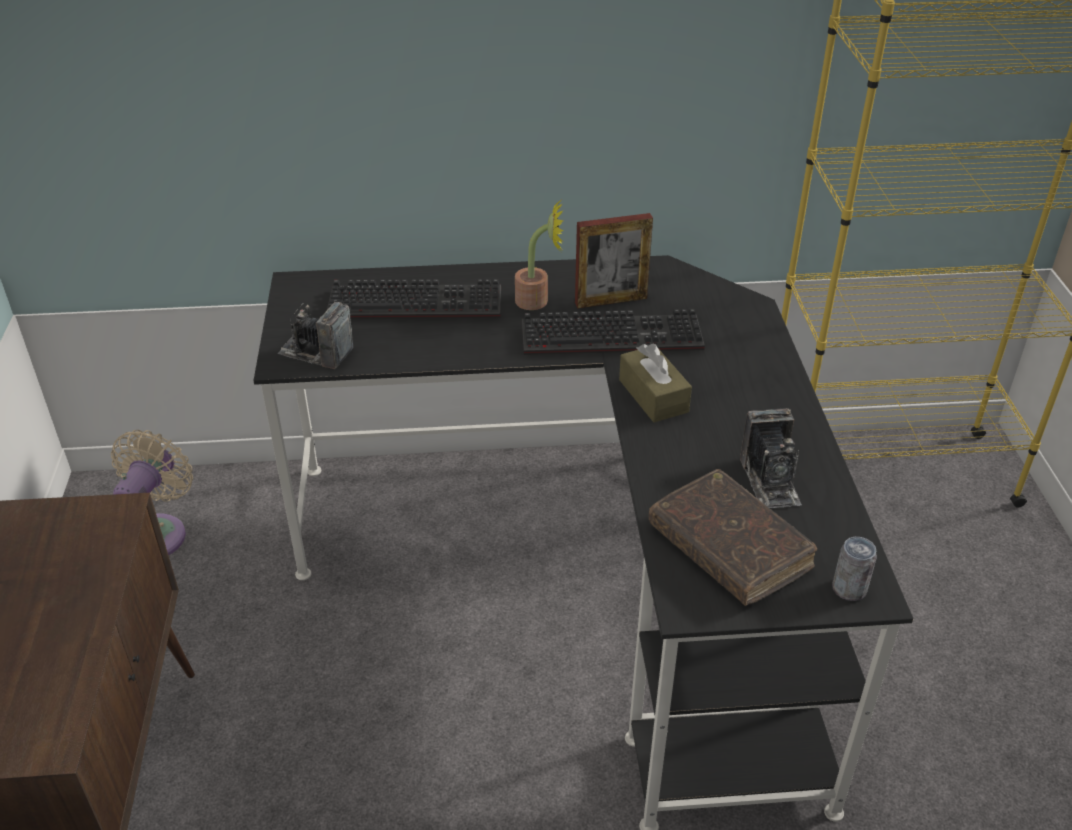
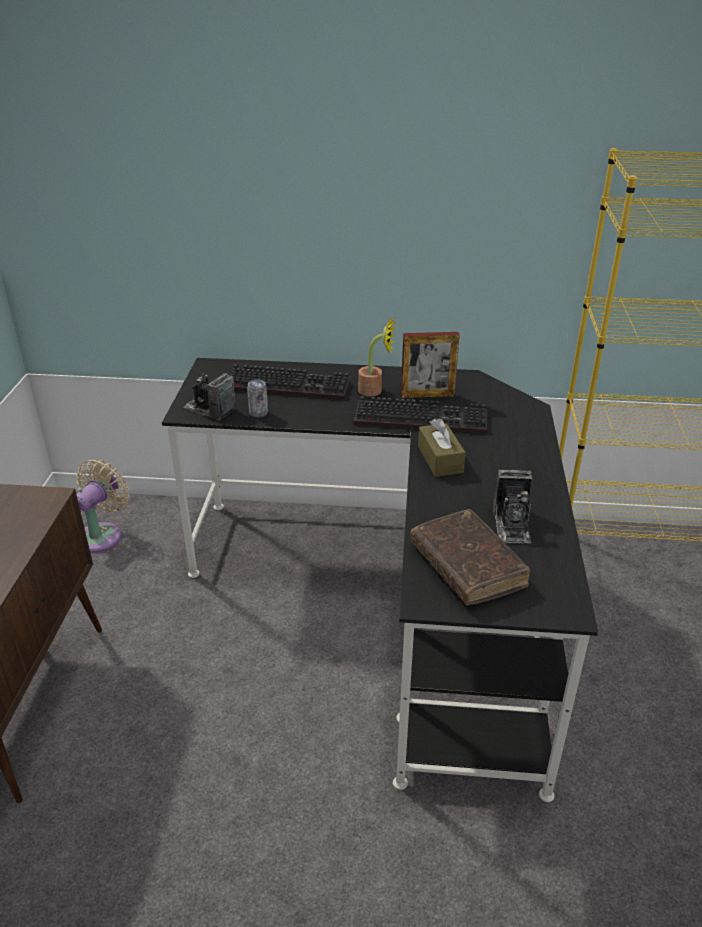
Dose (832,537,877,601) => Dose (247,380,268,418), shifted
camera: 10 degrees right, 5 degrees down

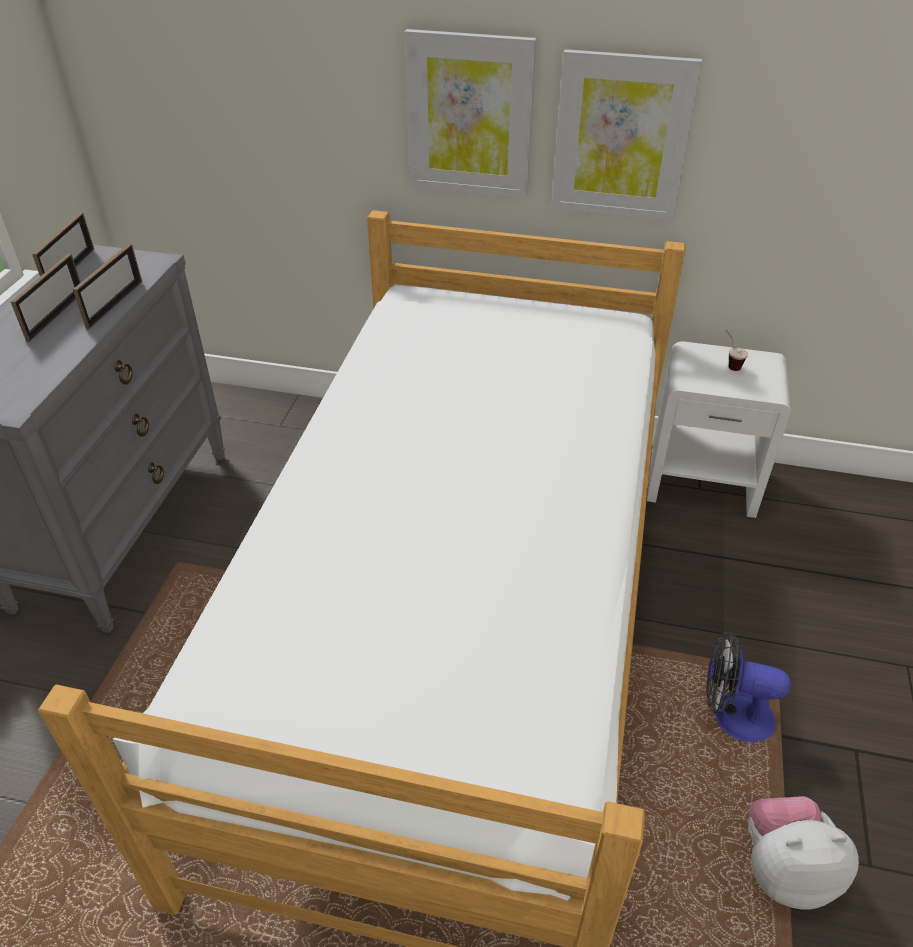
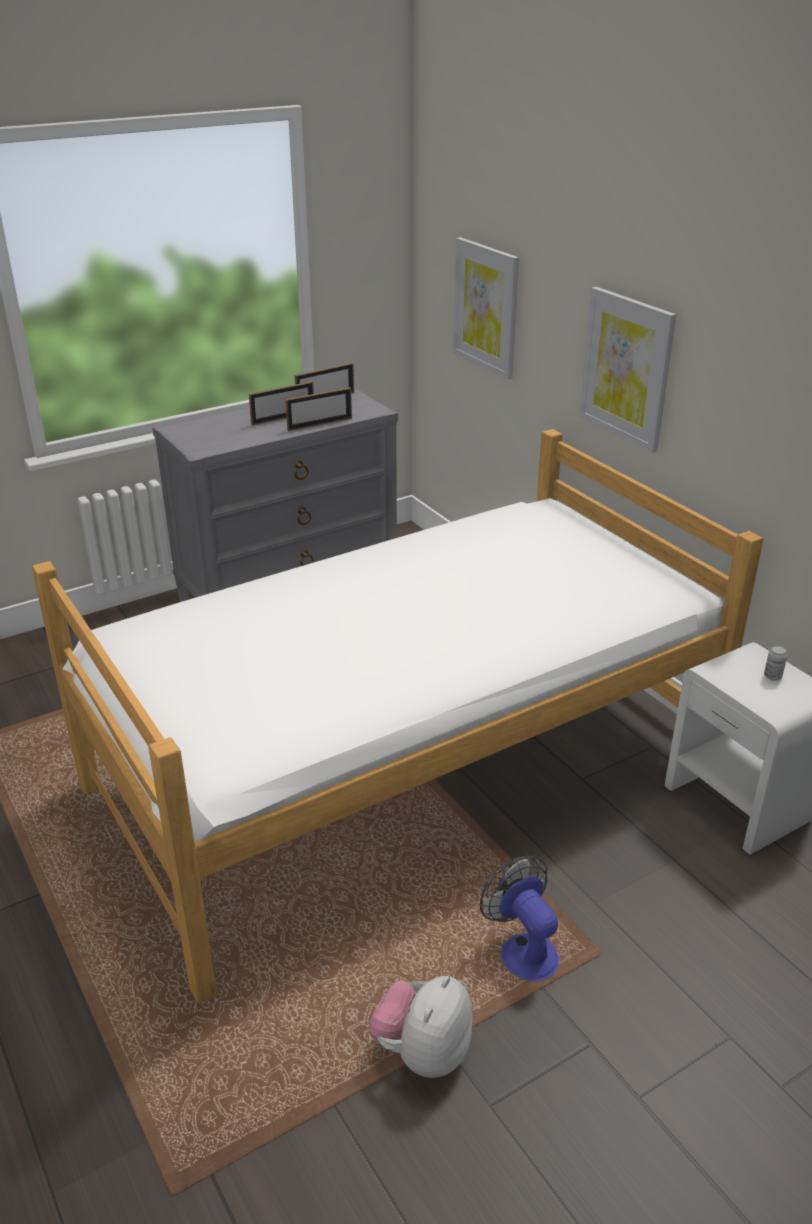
Bild (551,49,702,221) => Bild (453,237,519,380), shifted
Tasse (726,330,748,371) => Dose (764,646,787,681)
Plüschtier (748,796,859,910) => Plüschtier (368,976,472,1078), 105 degrees counterclockwise
camera: 45 degrees right, 10 degrees down

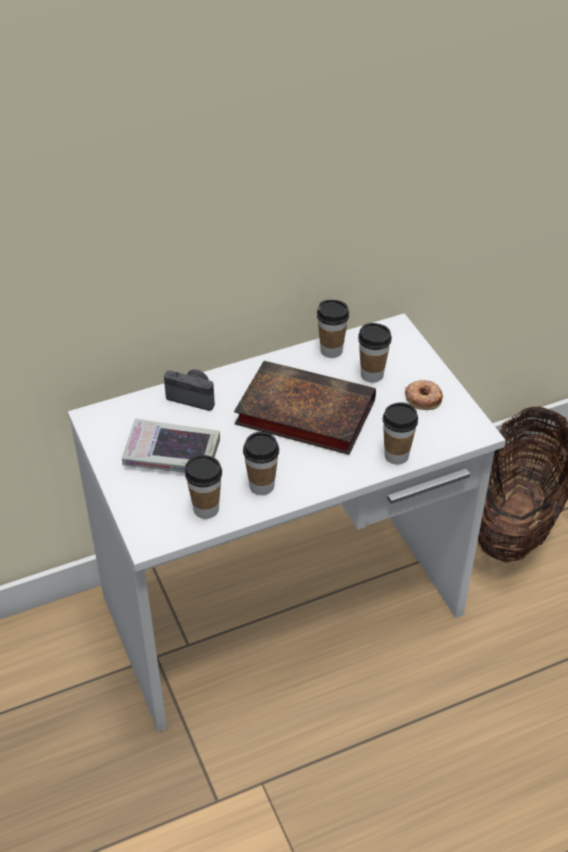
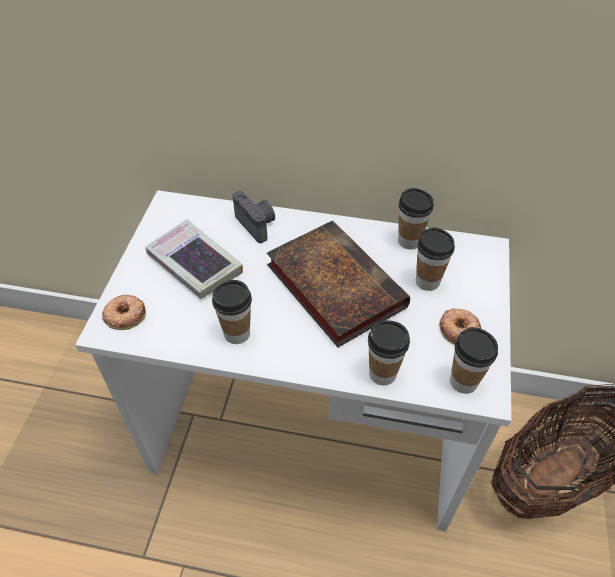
Tasse (185,455,222,519) => Tasse (450,327,498,394), shifted
nothing => Donut (102,295,146,330)
camera: 35 degrees right, 5 degrees up

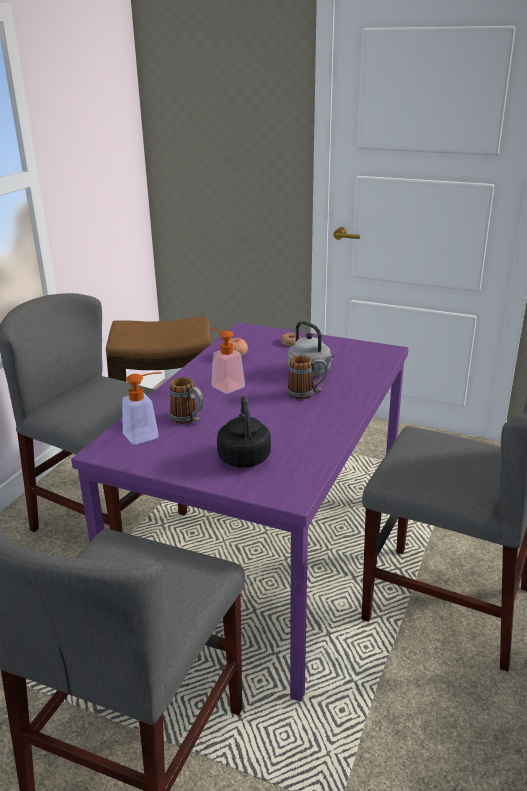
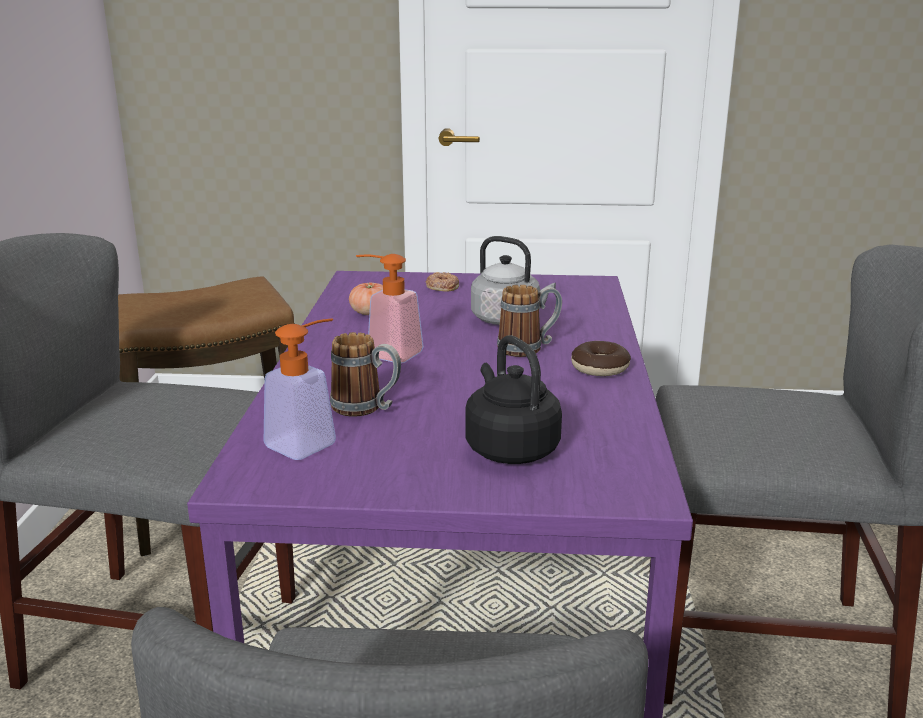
nothing => Donut (571,341,631,376)
camera: 20 degrees left, 5 degrees down

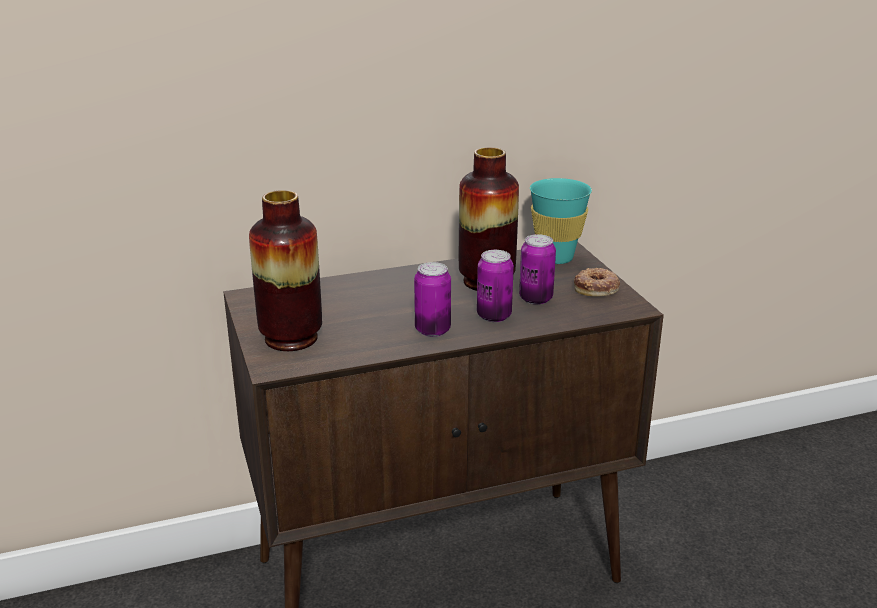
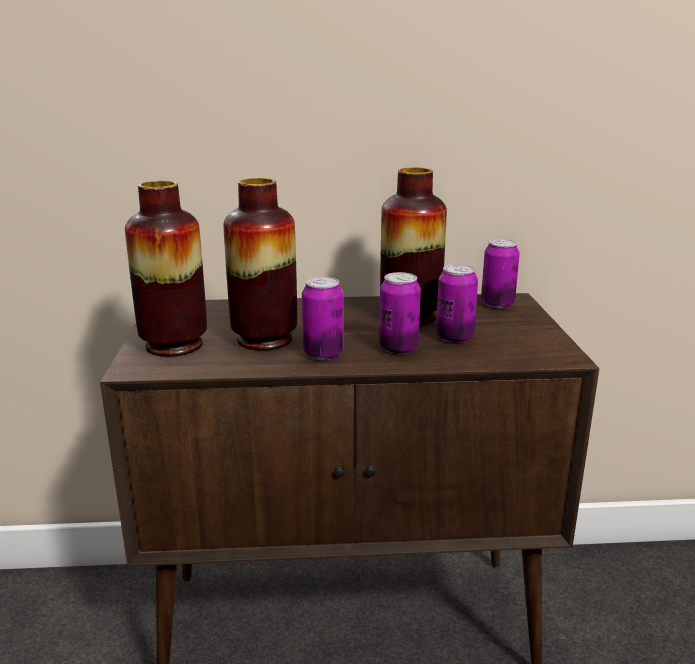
Tasse [türkis] (530,178,592,264) => Dose (481,239,520,309)
Donut (574,268,620,297) => nothing
nothing => Vase (223,178,297,351)
camera: 15 degrees right, 5 degrees down

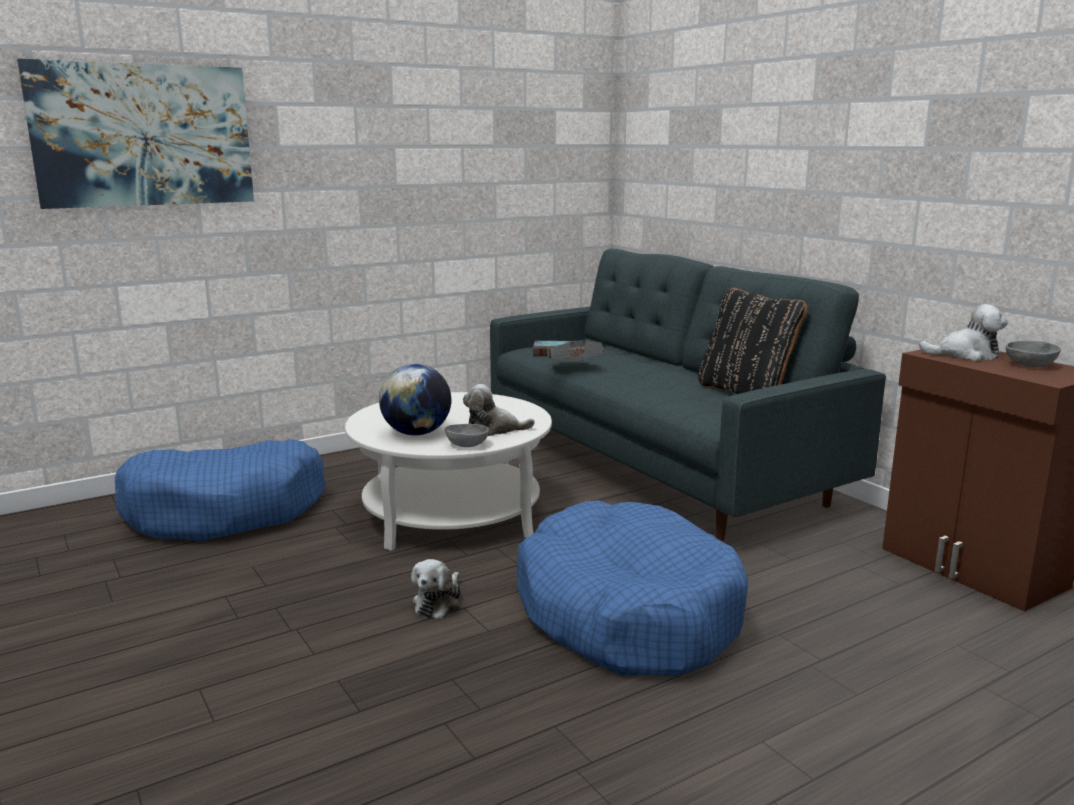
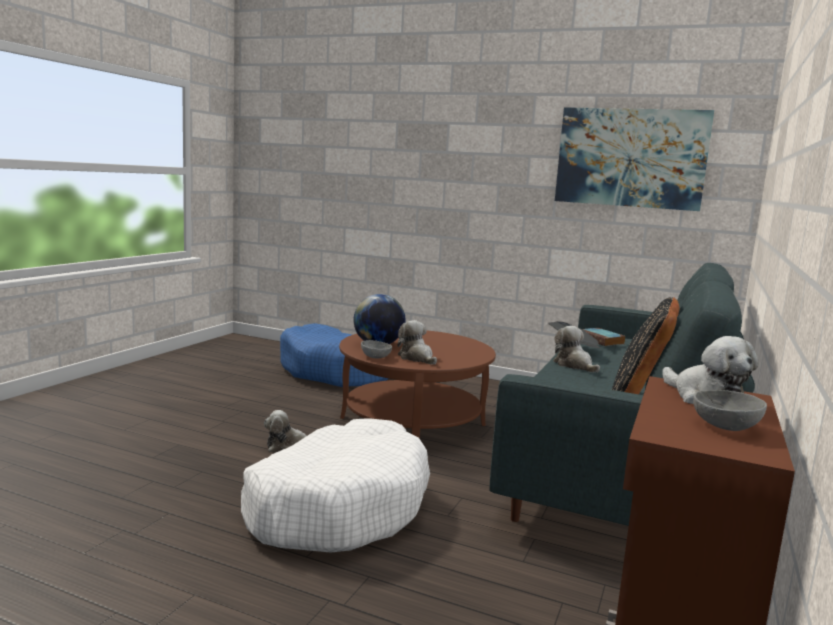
Bild (17,59,254,209) => Bild (555,107,714,211), shifted
Couchtisch [weiß] (345,392,552,551) => Couchtisch [braun] (339,330,496,439)
Hundebett [blau] (517,501,748,676) => Hundebett [weiß] (241,418,430,553)
nothing => Plüschtier (553,326,600,373)
camera: 55 degrees right, 5 degrees down

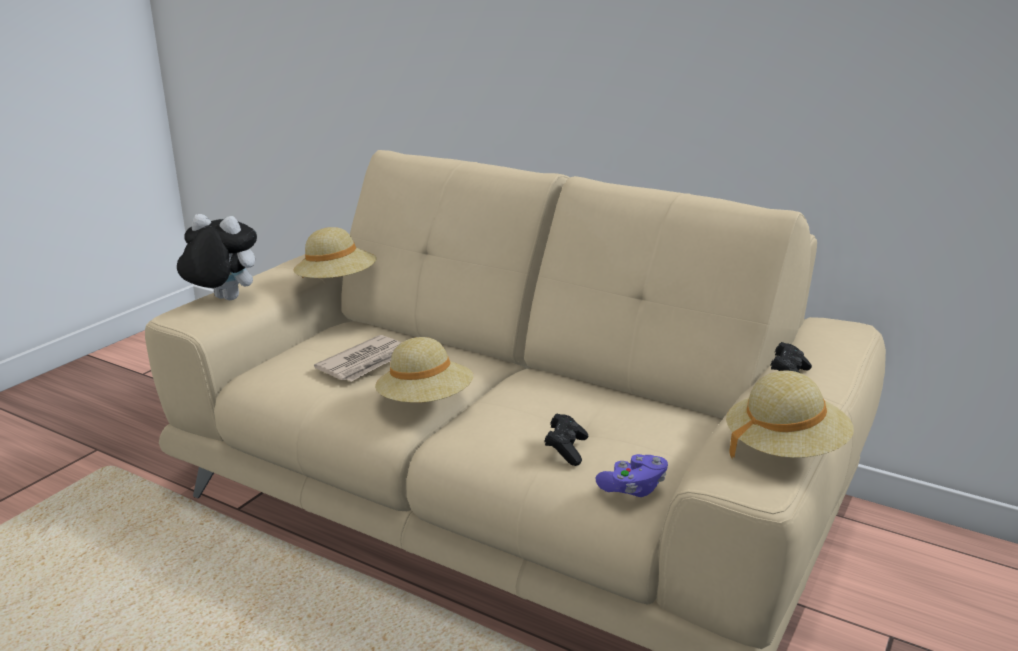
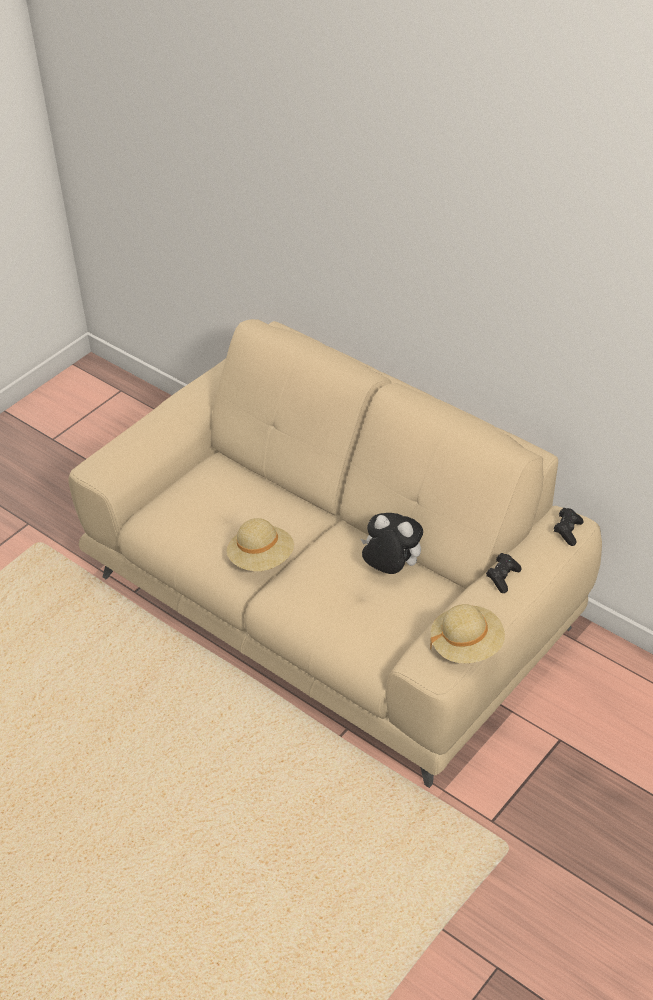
Plüschtier (177,214,257,300) => Plüschtier (361,513,423,574), shifted
Hut [beige] (293,227,377,278) => nothing
Zeitung (314,335,401,382) => nothing
Gamepad [schwarz] (544,413,588,466) => Gamepad [schwarz] (553,508,584,546), shifted
Gamepad [lila] (595,454,668,497) => nothing
camera: 10 degrees right, 20 degrees up

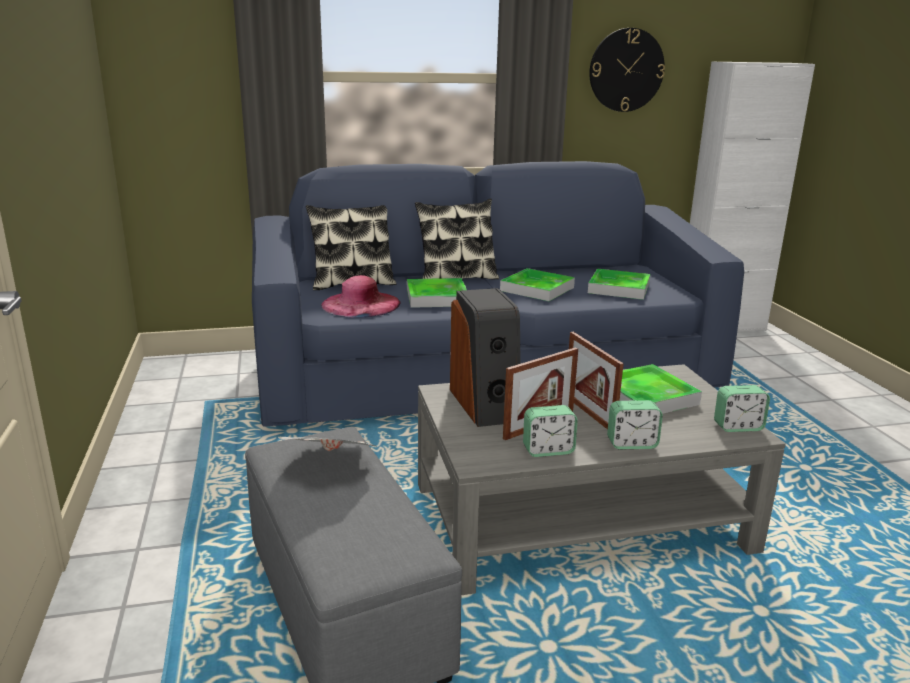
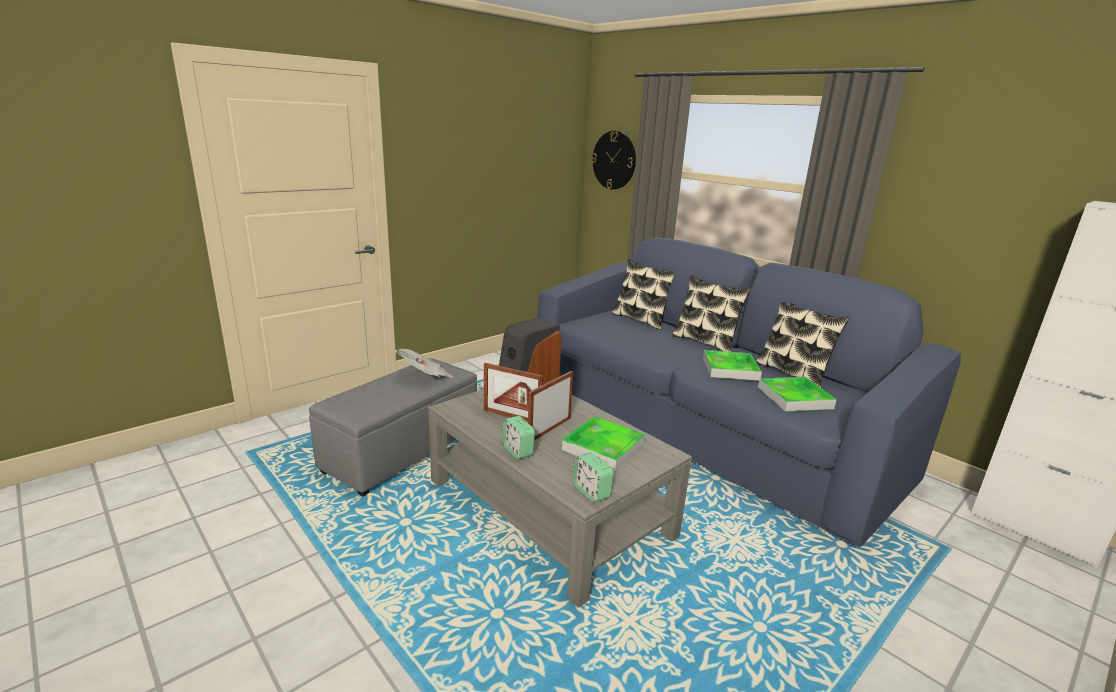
Wanduhr (589,28,665,112) => Wanduhr (592,131,636,189), shifted
Hut [rosa] (321,275,401,318) => nothing
Tablett (407,278,467,308) => nothing
Wecker (523,405,578,457) => nothing
nothing => Kissen (756,302,850,388)
camera: 60 degrees right, 0 degrees up

